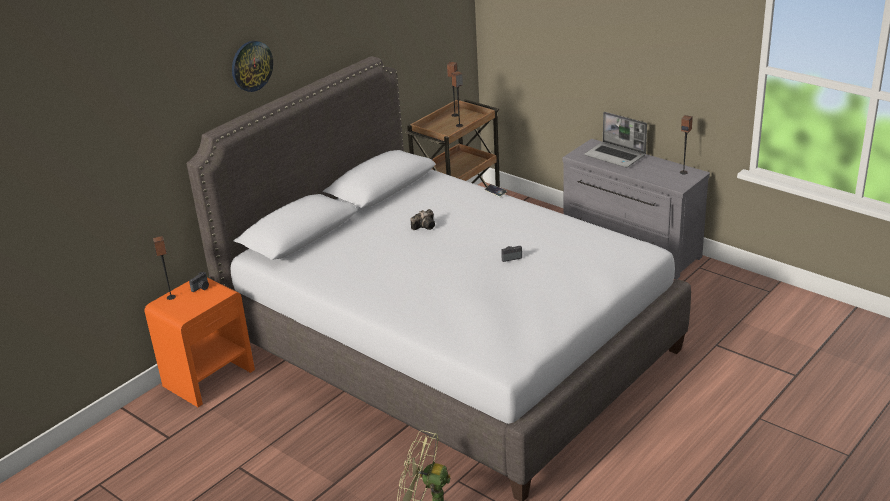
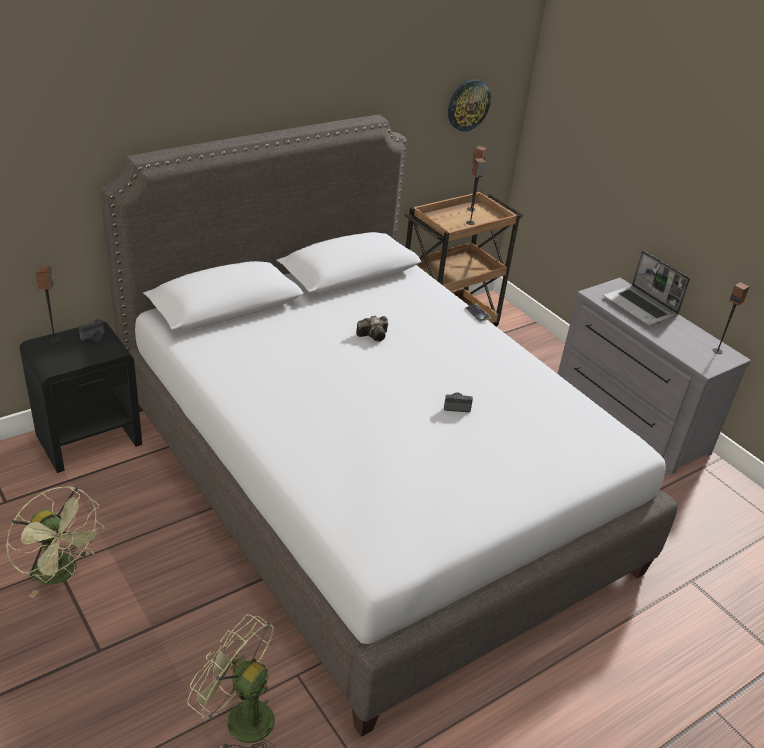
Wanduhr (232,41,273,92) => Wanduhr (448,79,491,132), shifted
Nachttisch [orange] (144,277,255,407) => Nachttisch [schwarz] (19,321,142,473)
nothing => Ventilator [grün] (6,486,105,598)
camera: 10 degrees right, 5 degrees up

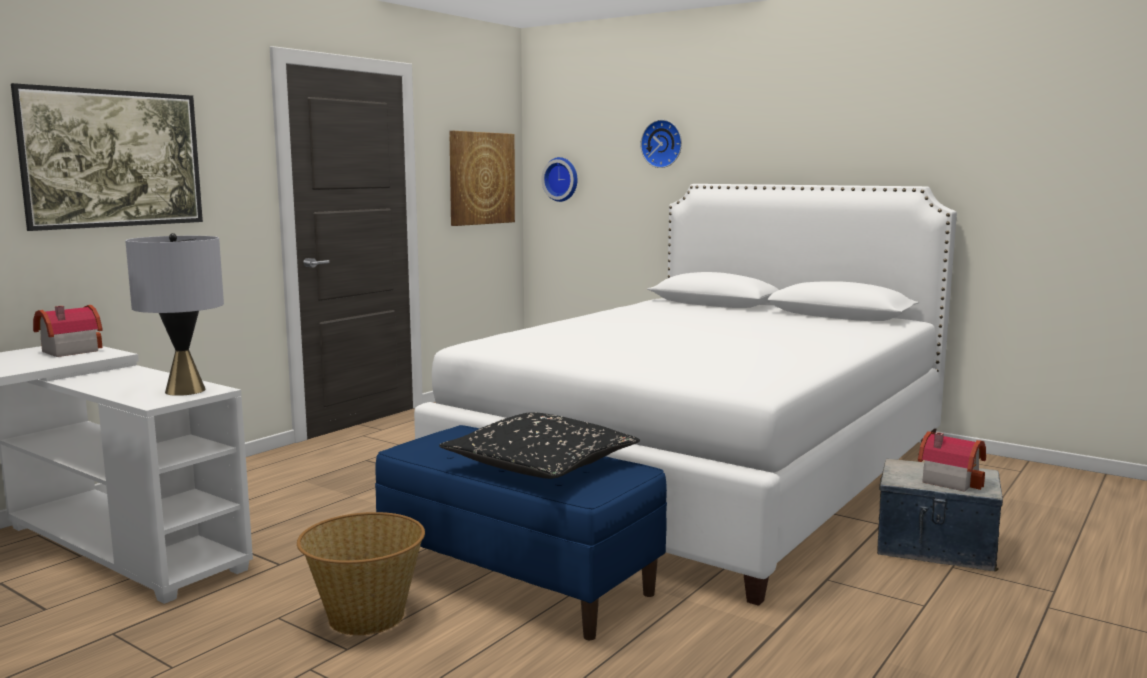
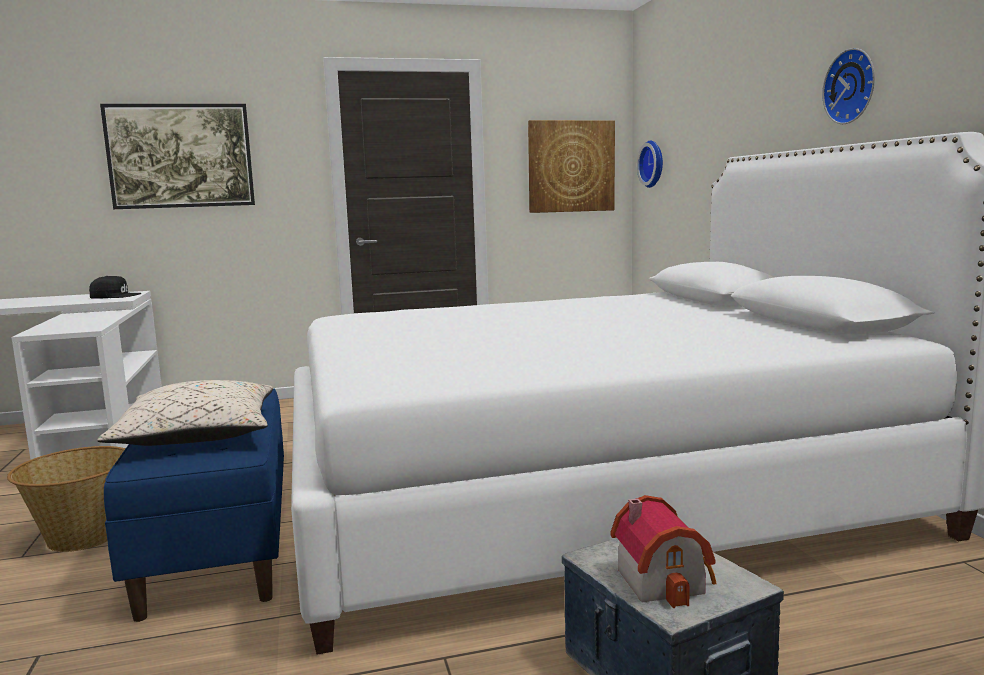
Wanduhr (640,119,682,168) => Wanduhr (822,48,875,124), shifted
Tischlampe [grau] (125,233,224,396) => nothing
Spielzeughaus (33,305,103,357) => Kappe [schwarz] (89,276,141,299)
Kissen [schwarz] (439,412,640,479) => Kissen [beige] (97,380,273,446)
camera: 40 degrees right, 0 degrees up

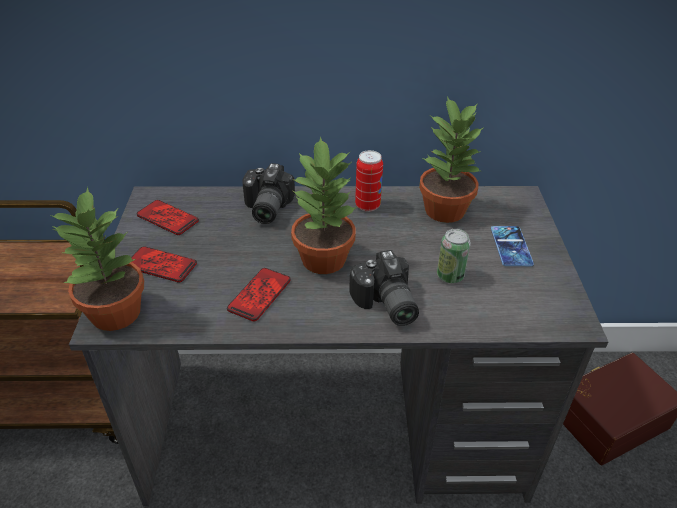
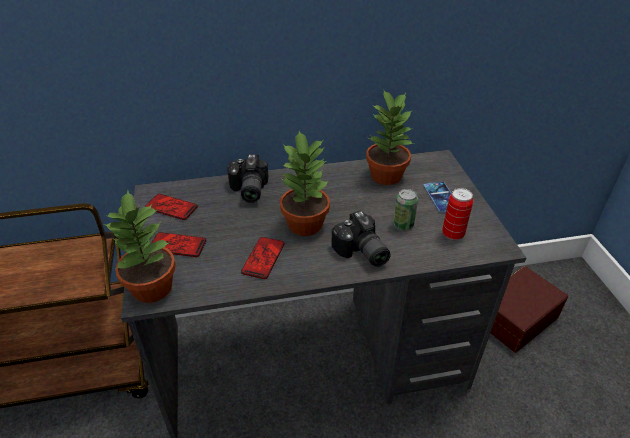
Dose (355,150,383,212) => Dose (442,188,473,240), shifted
camera: 10 degrees left, 0 degrees up

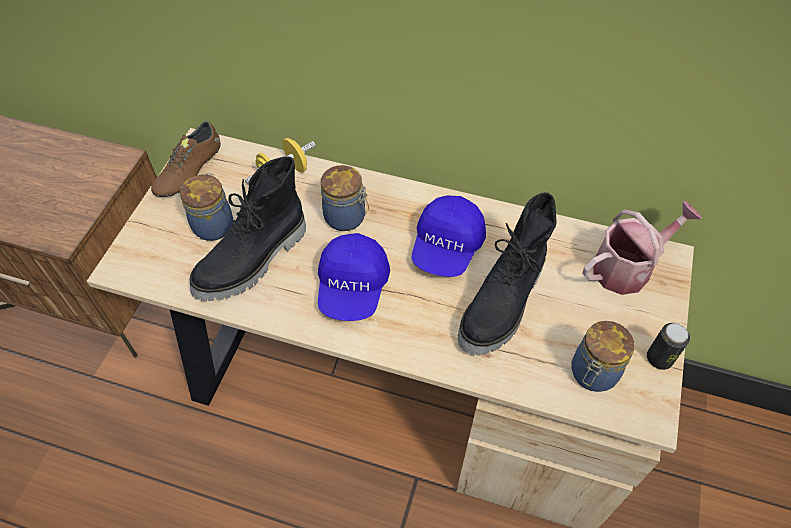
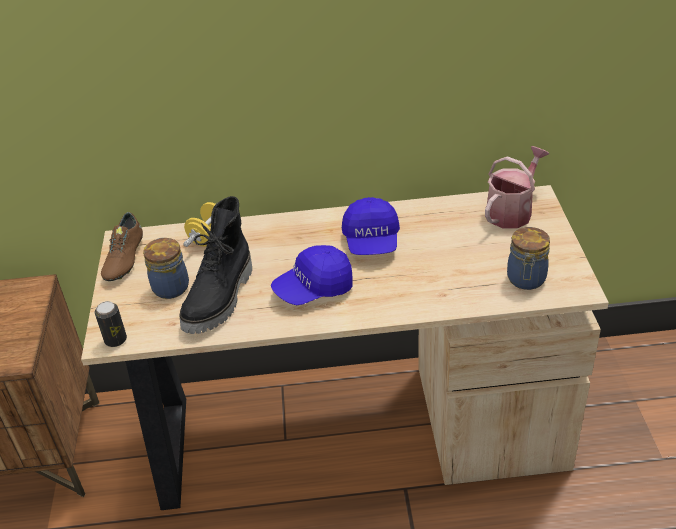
Vorratsglas (321,165,369,231) => nothing
Stiefel [schwarz] (458,192,557,355) => nothing
Kappe [blau] (318,233,390,321) => Kappe [blau] (271,245,353,305), 75 degrees clockwise
Dose (647,323,690,370) => Dose (95,301,127,347), shifted
camera: 20 degrees left, 15 degrees down

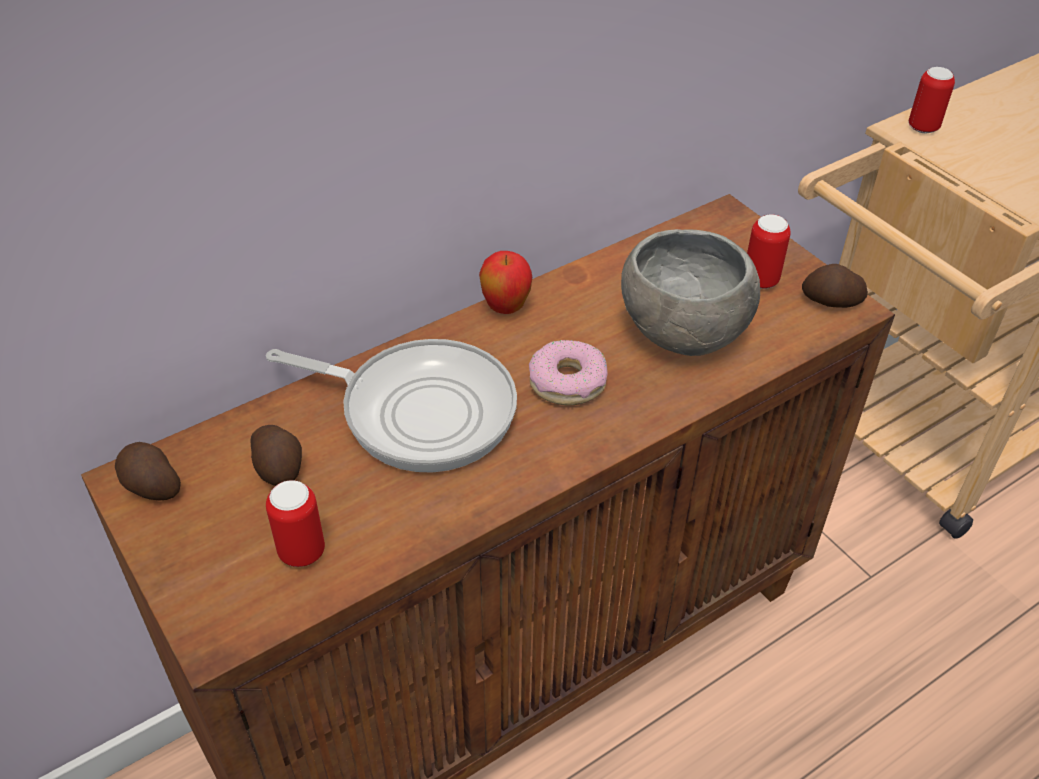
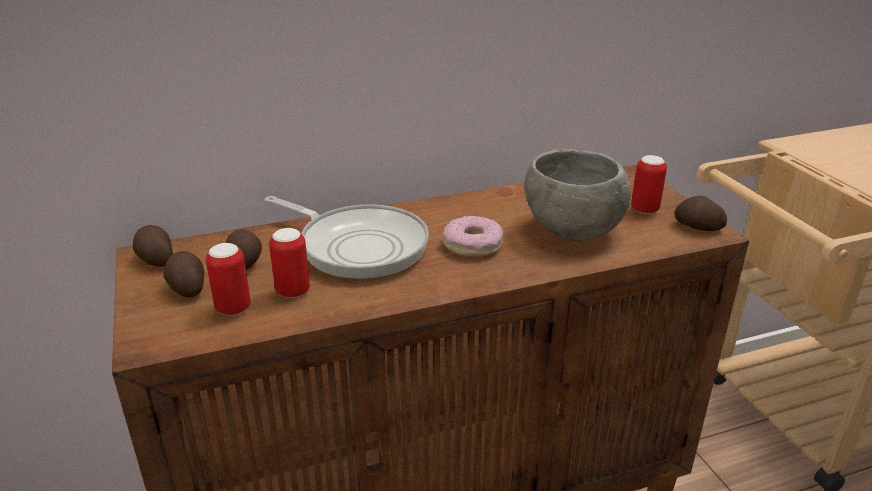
Dose (909,67,955,133) => Dose (269,228,310,298), shifted
Apfel (479,251,532,314) => nothing
nothing => Kartoffel (163,251,204,297)
camera: 15 degrees right, 15 degrees down

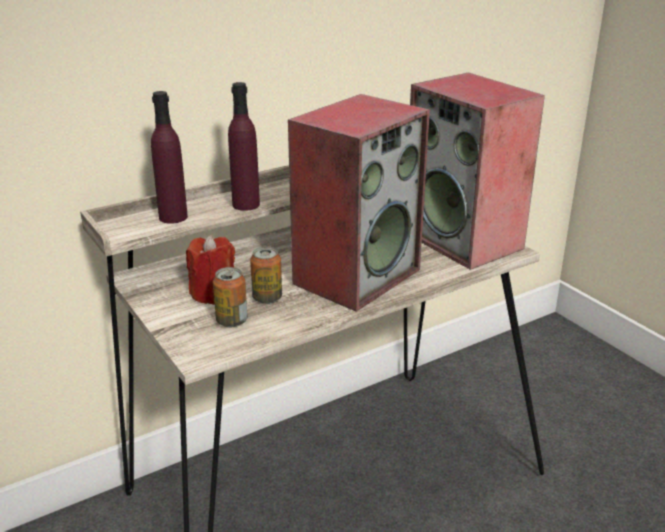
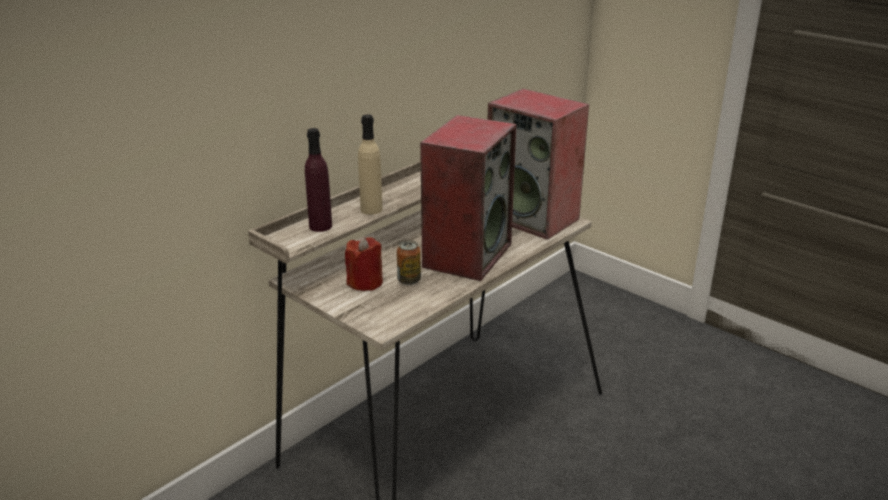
Flasche [lila] (228,82,260,211) => Flasche [beige] (358,115,383,215)
Dose (213,267,248,327) => nothing
camera: 15 degrees left, 0 degrees up

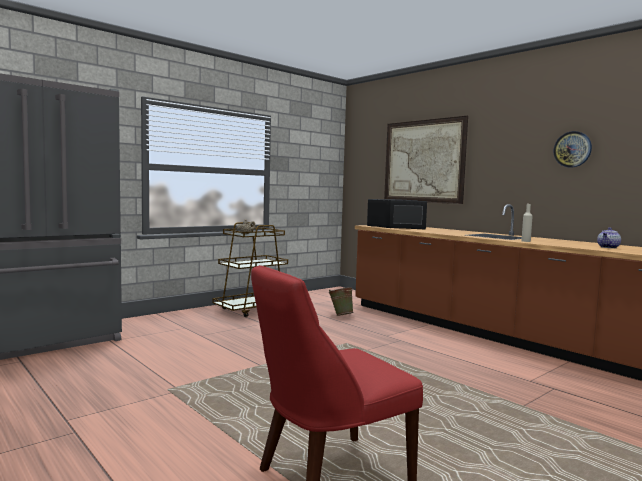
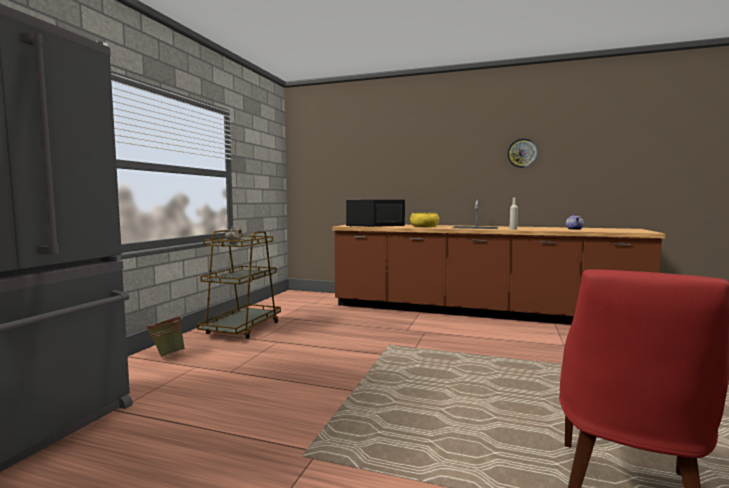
Bild (384,116,468,204) => nothing
Eimer [grün] (328,287,353,316) => Eimer [grün] (146,316,185,357), shifted
nothing => Schüssel [gelb] (410,213,439,227)
camera: 30 degrees left, 0 degrees up

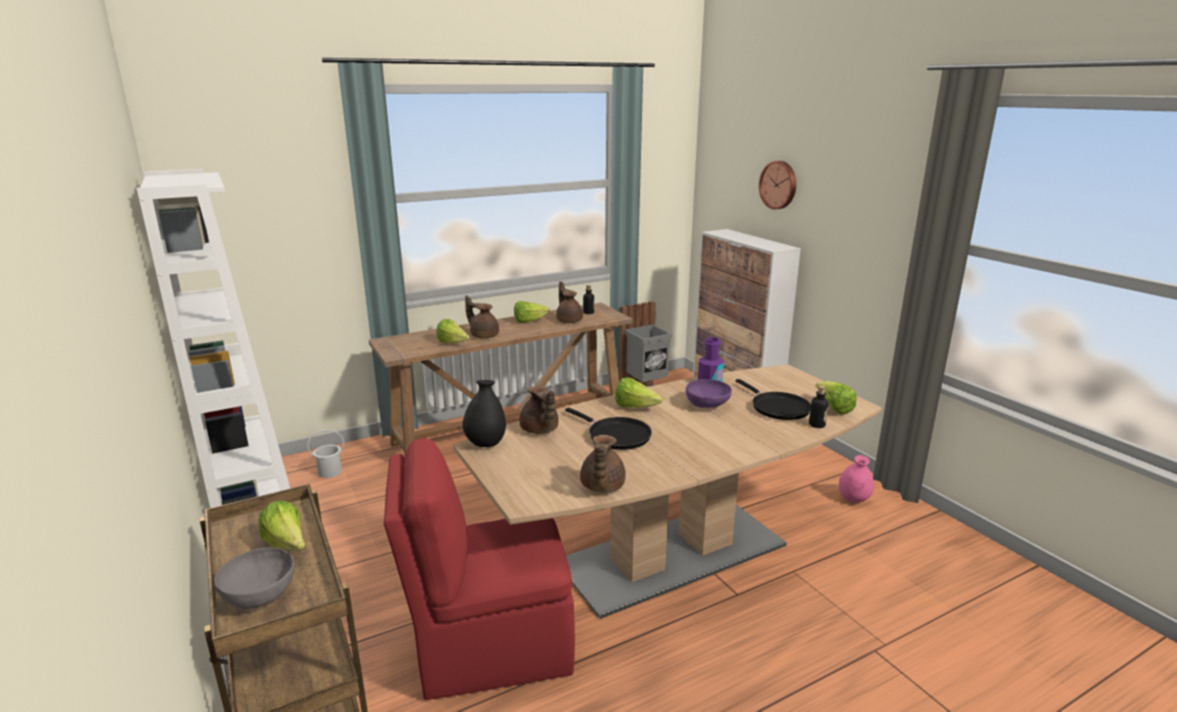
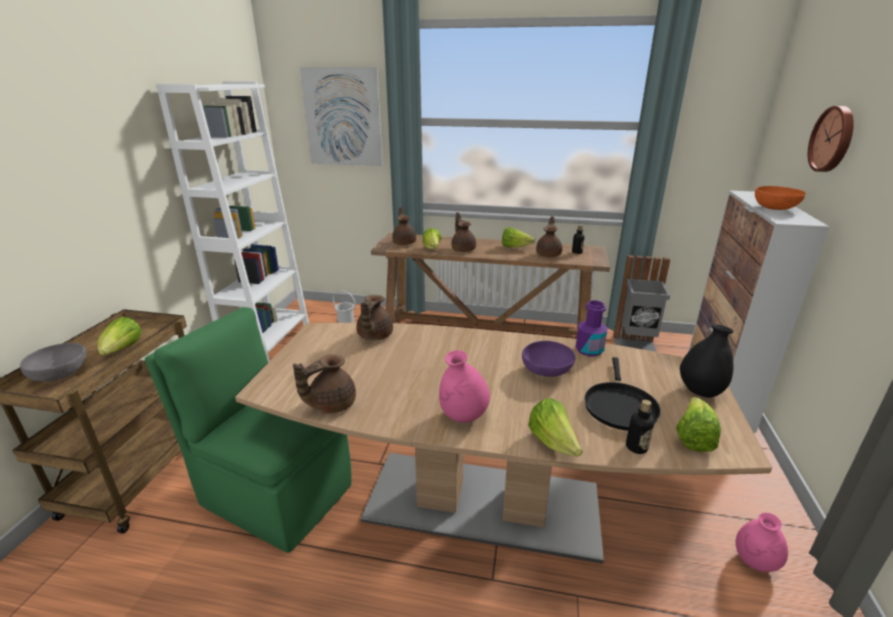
Salatkopf (615,377,663,408) => Salatkopf (528,398,582,457), shifted
Vase [schwarz] (462,380,506,447) => Vase [schwarz] (680,324,734,398), shifted
Pfanne [schwarz] (565,408,652,450) => nothing
Stuhl [rot] (384,438,575,700) => Stuhl [grün] (145,307,352,553)
nothing => Bild (300,67,383,166)
nothing => Schüssel [orange] (755,186,806,210)
nothing => Teekanne [braun] (392,207,416,245)
nothing => Vase [rosa] (439,350,490,423)
camera: 40 degrees right, 5 degrees up

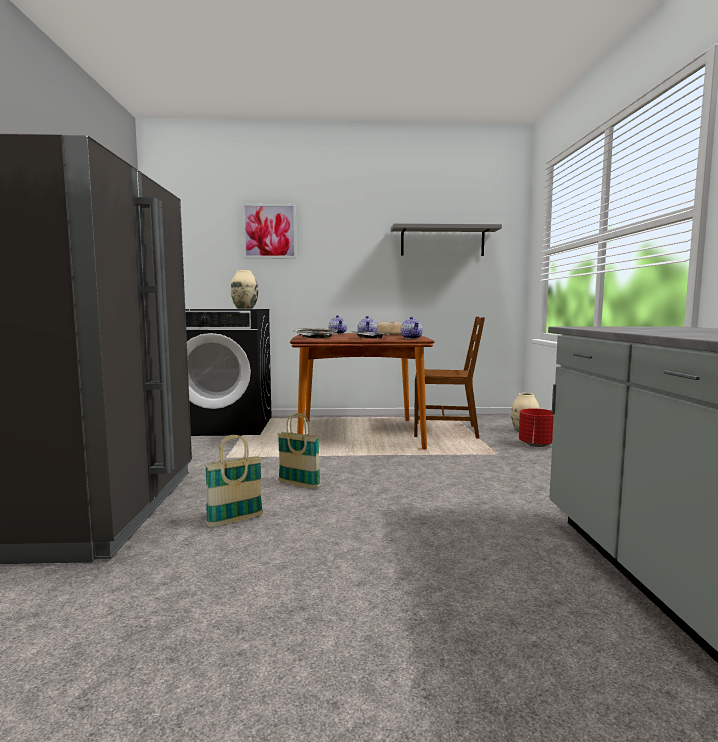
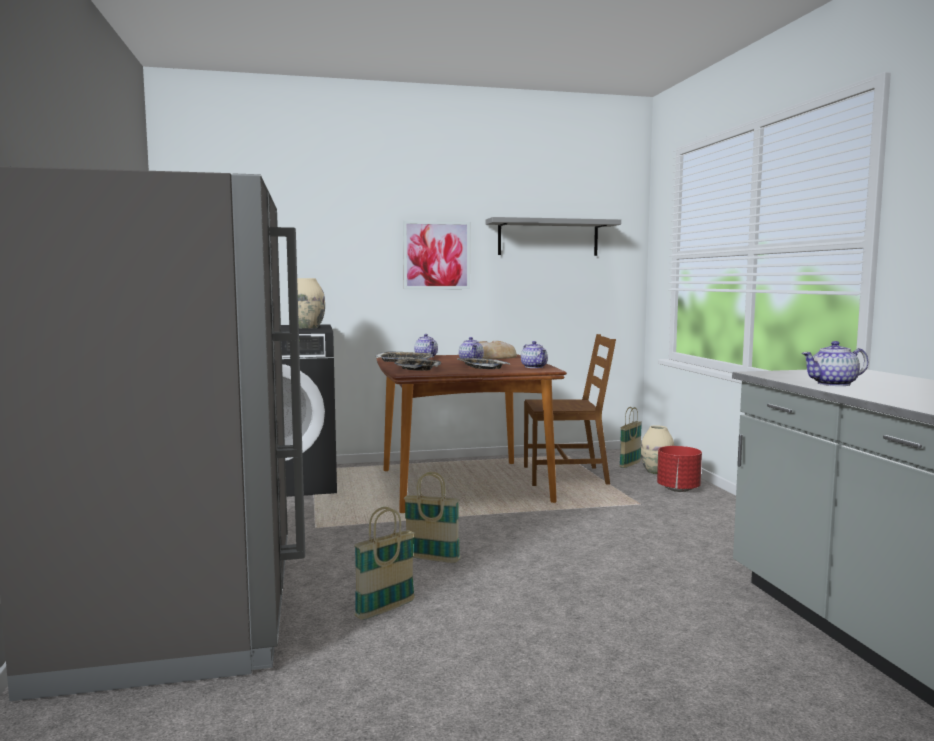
Bild (242,203,297,258) => Bild (403,221,470,289), shifted
nothing => Teekanne (801,341,868,386)
nothing => Korb (619,407,642,468)
camera: 10 degrees left, 0 degrees up

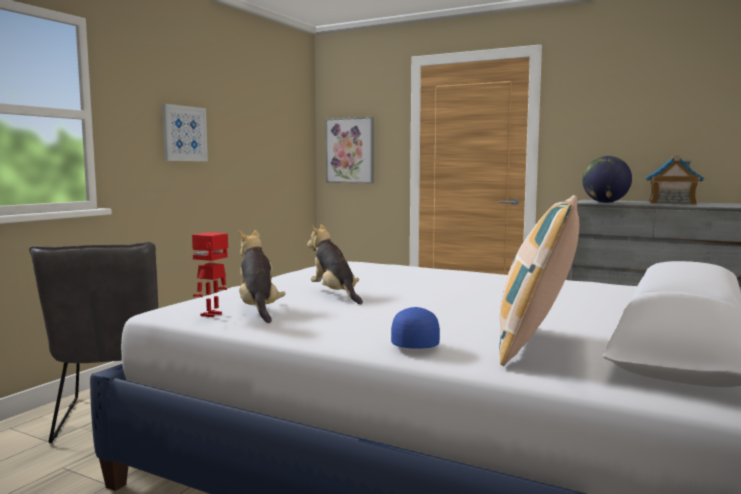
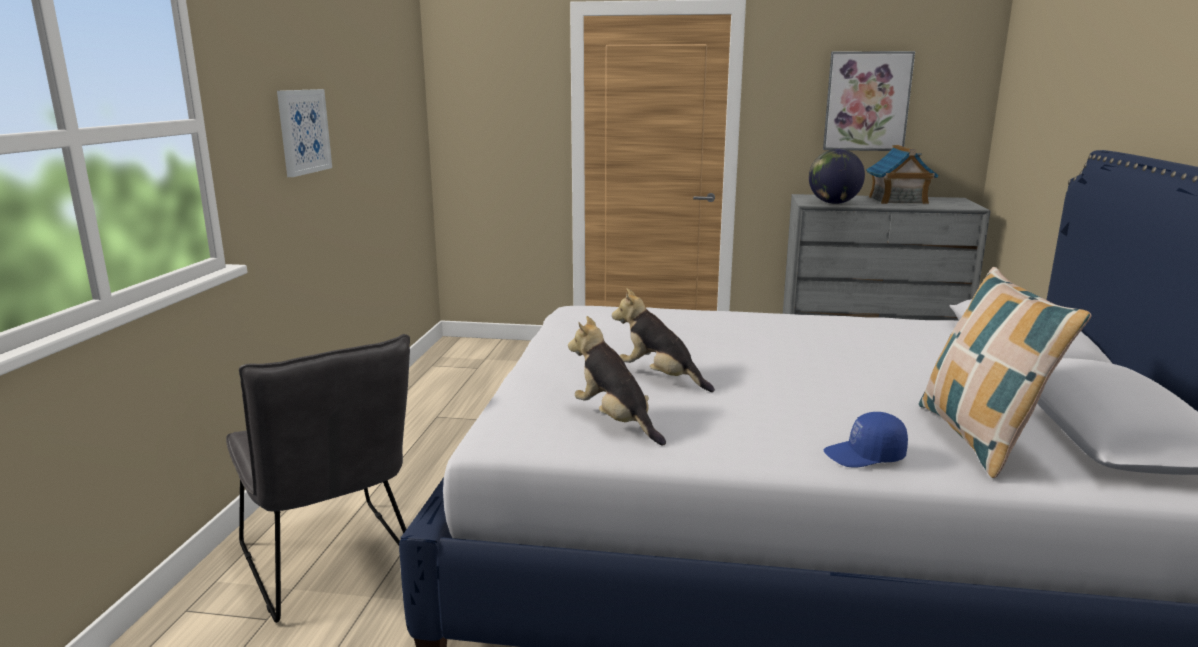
Bild (326,117,374,183) => Bild (823,51,915,151), shifted
Spielzeugroboter (192,232,228,317) => nothing
Kappe [blau] (391,307,440,349) => Kappe [blau] (824,412,908,468), 75 degrees counterclockwise
camera: 20 degrees left, 10 degrees up

